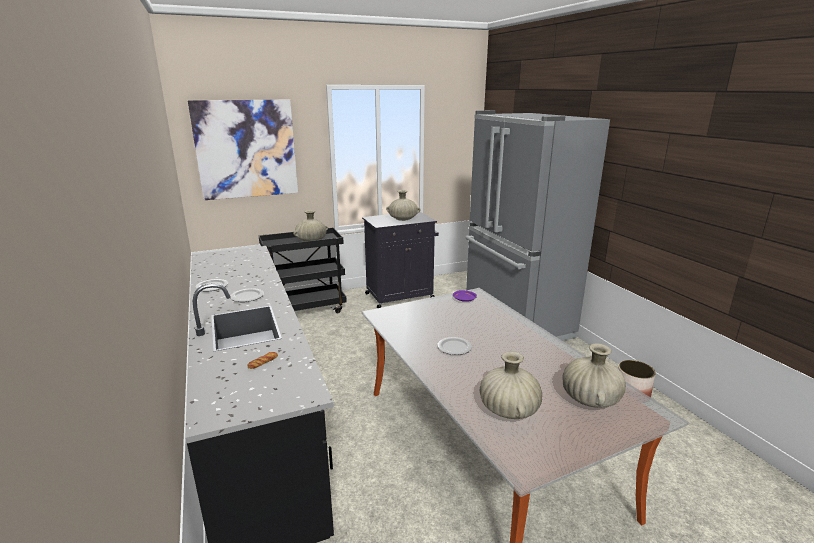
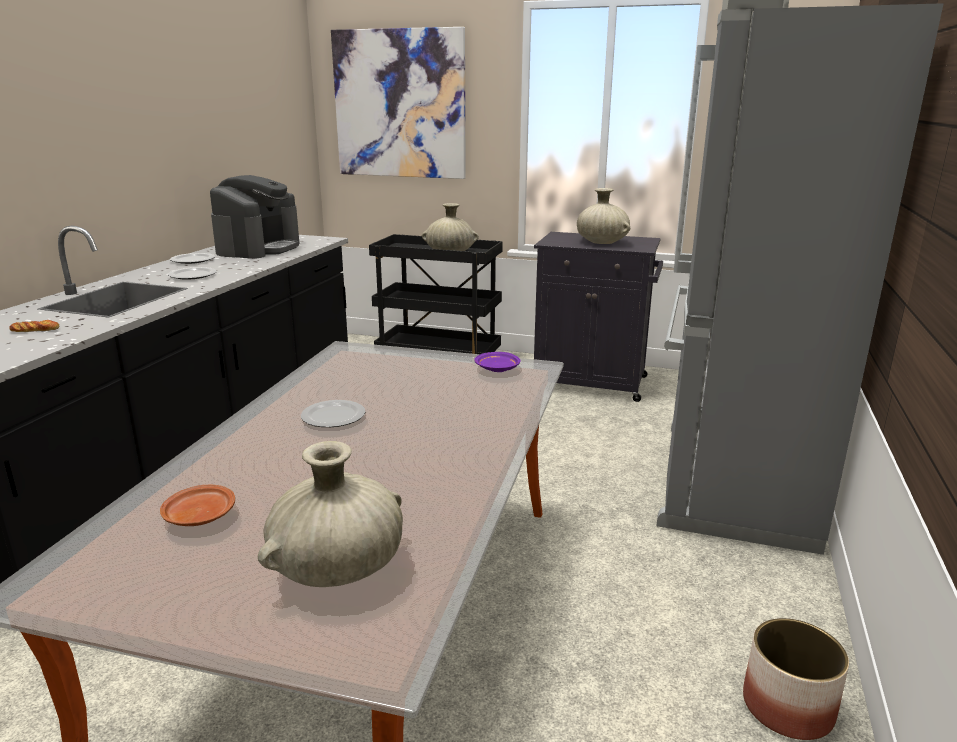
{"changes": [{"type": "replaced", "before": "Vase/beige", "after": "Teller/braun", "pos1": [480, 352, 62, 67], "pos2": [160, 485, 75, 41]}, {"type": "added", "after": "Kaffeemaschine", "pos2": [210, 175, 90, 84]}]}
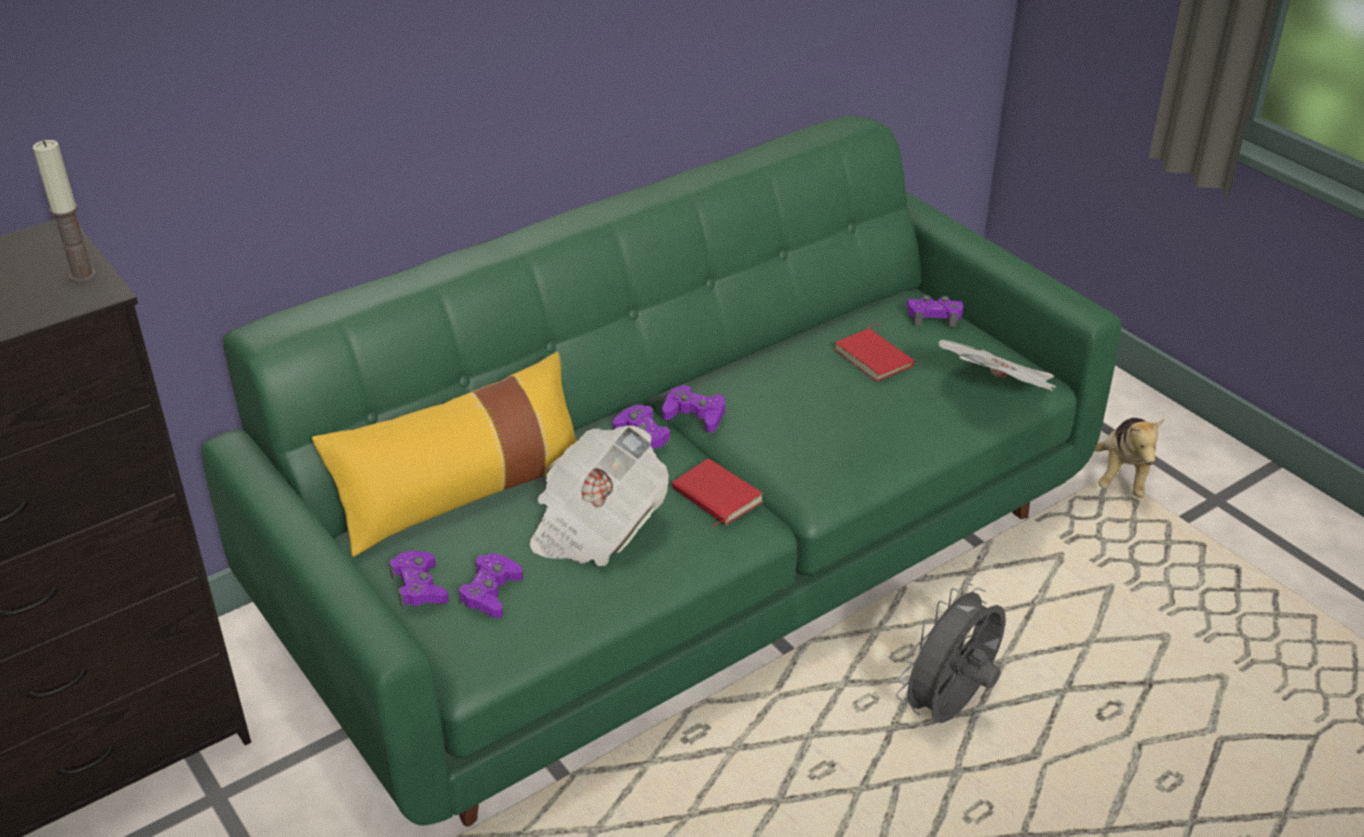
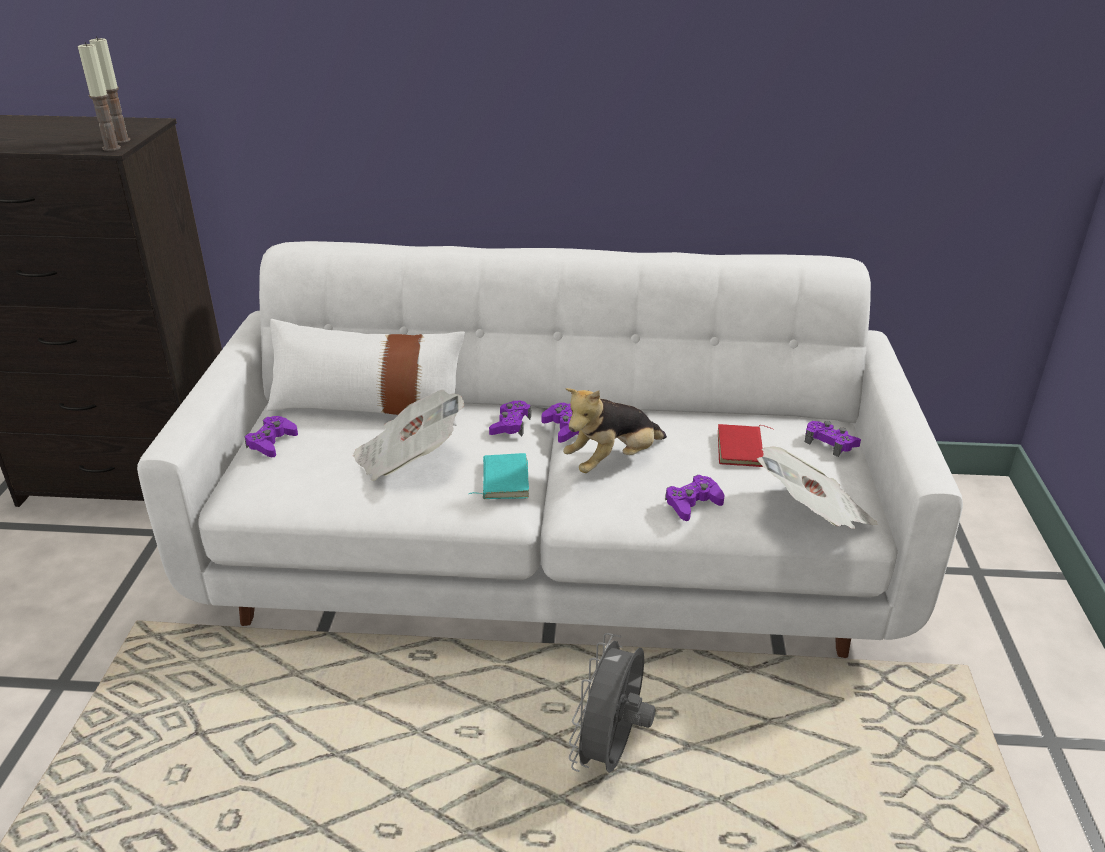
{"changes": [{"type": "recoloured", "before": "Sofa/grün", "after": "Sofa/weiß", "pos1": [201, 116, 920, 711], "pos2": [137, 241, 826, 417]}, {"type": "recoloured", "before": "Kissen/gelb", "after": "Kissen/weiß", "pos1": [312, 352, 265, 205], "pos2": [267, 319, 198, 107]}, {"type": "moved", "before": "Plüschtier", "pos1": [1095, 418, 70, 80], "pos2": [563, 388, 104, 85]}, {"type": "recoloured", "before": "Buch/rot", "after": "Buch/türkis", "pos1": [672, 459, 91, 69], "pos2": [469, 453, 60, 46]}, {"type": "moved", "before": "Gamepad/lila", "pos1": [458, 554, 65, 64], "pos2": [665, 475, 60, 46]}, {"type": "turned", "before": "Ventilator/grau", "pos1": [896, 582, 110, 141], "pos2": [569, 633, 87, 140], "turn": -60}, {"type": "added", "after": "Kerze", "pos2": [78, 42, 43, 109]}]}
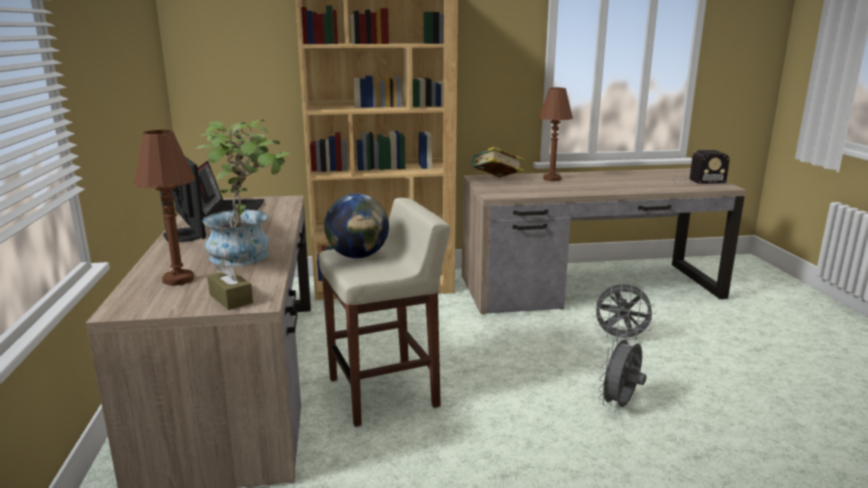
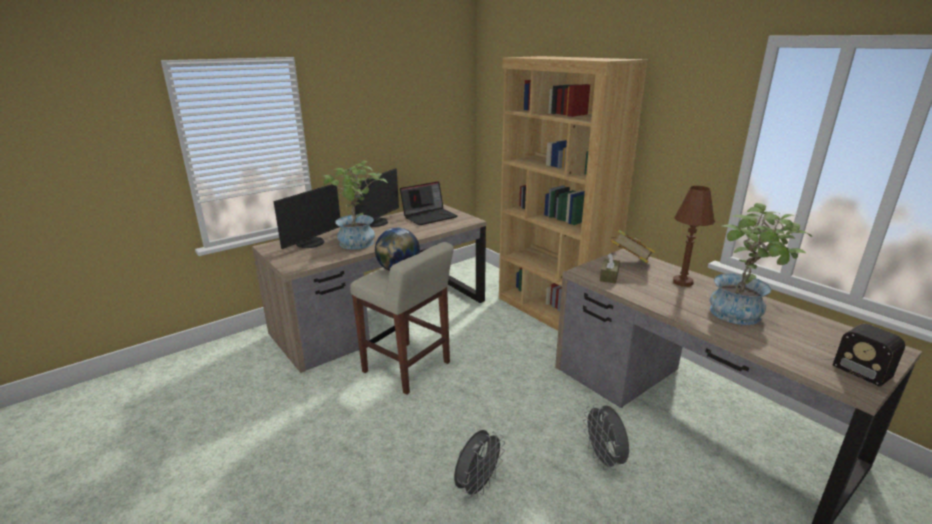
{"changes": [{"type": "replaced", "before": "Tischlampe/braun", "after": "Monitor", "pos1": [134, 130, 61, 156], "pos2": [273, 184, 67, 65]}, {"type": "moved", "before": "Taschentuchbox/braun", "pos1": [207, 260, 46, 50], "pos2": [600, 253, 20, 30]}, {"type": "turned", "before": "Ventilator/grau", "pos1": [598, 335, 48, 72], "pos2": [454, 430, 51, 69], "turn": 120}, {"type": "added", "after": "Topfpflanze", "pos2": [710, 203, 102, 122]}]}
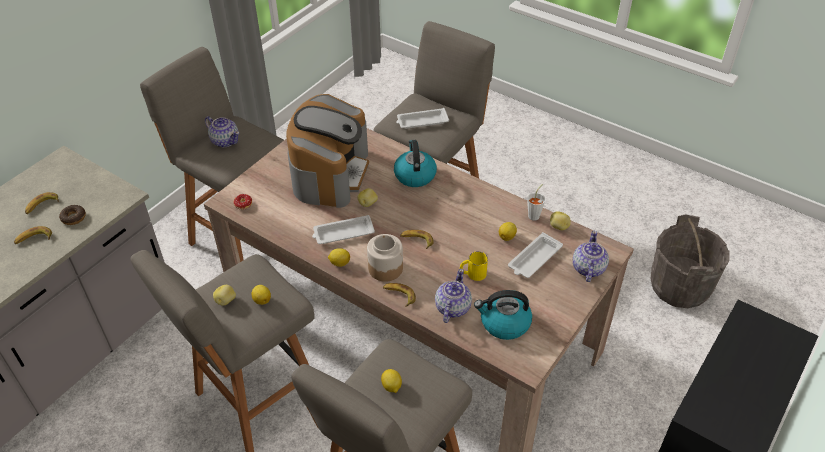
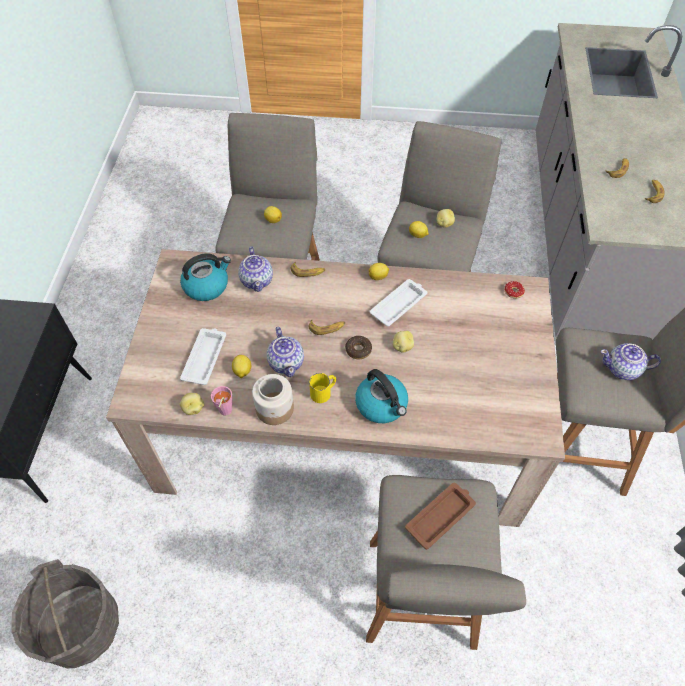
{"changes": [{"type": "removed", "before": "Kaffeemaschine", "pos1": [286, 94, 83, 114]}, {"type": "recoloured", "before": "Tablett/weiß", "after": "Tablett/braun", "pos1": [396, 108, 53, 21], "pos2": [405, 483, 71, 66]}, {"type": "recoloured", "before": "Tasse/weiß", "after": "Tasse/rosa", "pos1": [527, 184, 18, 37], "pos2": [211, 386, 22, 29]}, {"type": "moved", "before": "Donut", "pos1": [59, 205, 27, 20], "pos2": [345, 336, 27, 23]}, {"type": "moved", "before": "Teekanne", "pos1": [573, 231, 36, 51], "pos2": [267, 327, 37, 50]}, {"type": "moved", "before": "Vorratsglas", "pos1": [367, 234, 36, 48], "pos2": [252, 374, 42, 51]}, {"type": "moved", "before": "Henkelbecher/gelb", "pos1": [460, 251, 28, 30], "pos2": [309, 373, 27, 30]}]}
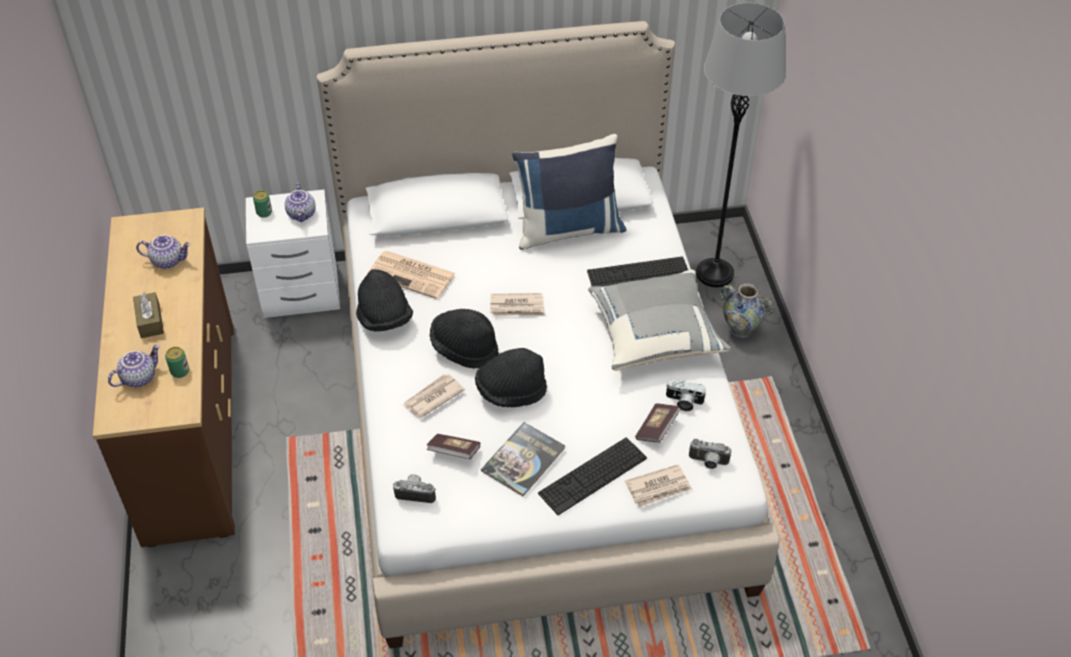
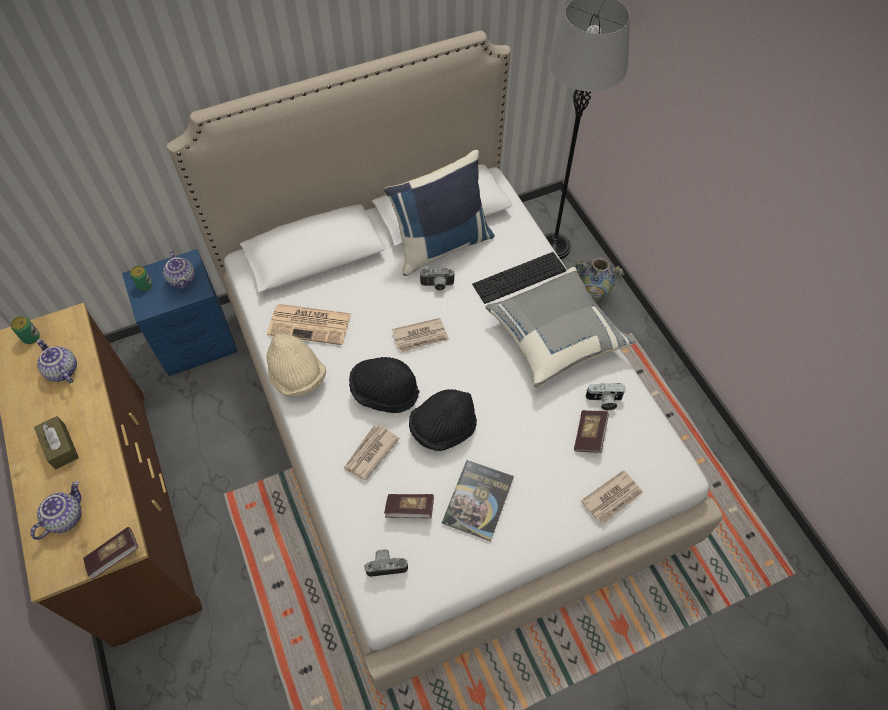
{"changes": [{"type": "recoloured", "before": "Nachttisch/weiß", "after": "Nachttisch/blau", "pos1": [246, 190, 94, 128], "pos2": [122, 249, 116, 127]}, {"type": "turned", "before": "Teekanne", "pos1": [136, 235, 55, 34], "pos2": [37, 339, 40, 44], "turn": -120}, {"type": "recoloured", "before": "Hut/schwarz", "after": "Hut/beige", "pos1": [356, 269, 57, 63], "pos2": [266, 334, 60, 63]}, {"type": "moved", "before": "Dose", "pos1": [165, 347, 24, 31], "pos2": [11, 316, 29, 28]}, {"type": "removed", "before": "Tastatur", "pos1": [538, 437, 109, 78]}, {"type": "moved", "before": "Kamera", "pos1": [689, 439, 42, 30], "pos2": [420, 268, 35, 23]}, {"type": "added", "after": "Buch", "pos2": [83, 527, 56, 52]}]}
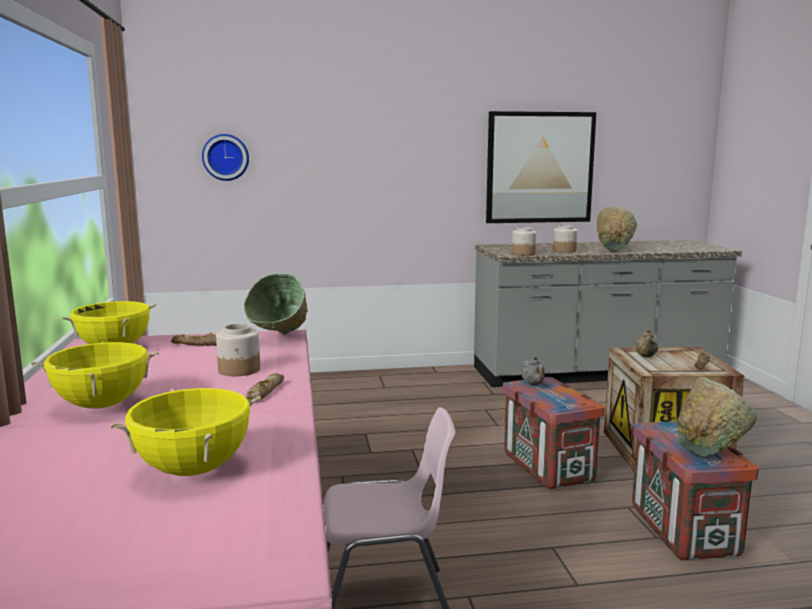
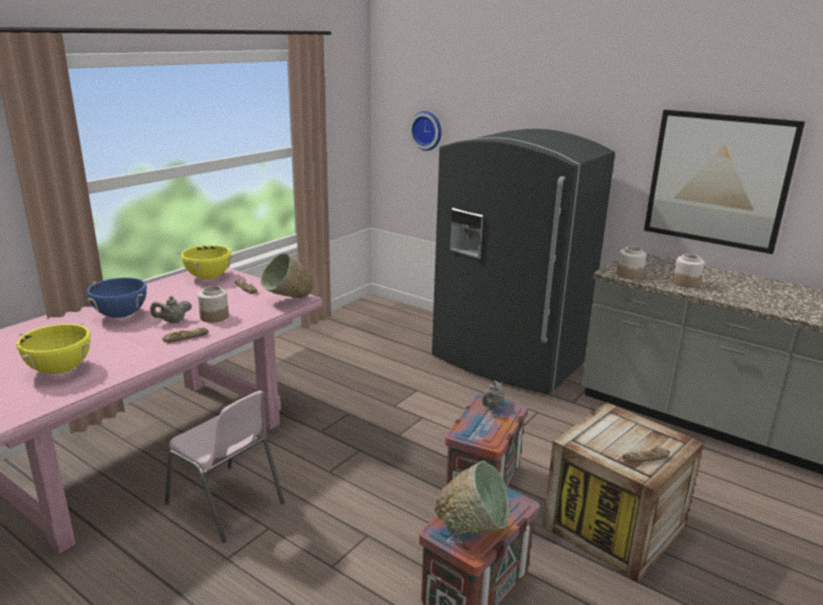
{"changes": [{"type": "removed", "before": "Schüssel/grün", "pos1": [597, 206, 40, 46]}, {"type": "moved", "before": "Teekanne/beige", "pos1": [635, 329, 23, 28], "pos2": [150, 296, 42, 27]}, {"type": "recoloured", "before": "Kochtopf/gelb", "after": "Kochtopf/blau", "pos1": [31, 342, 129, 66], "pos2": [87, 277, 60, 41]}, {"type": "added", "after": "Kühlschrank/grau", "pos2": [432, 129, 183, 265]}]}
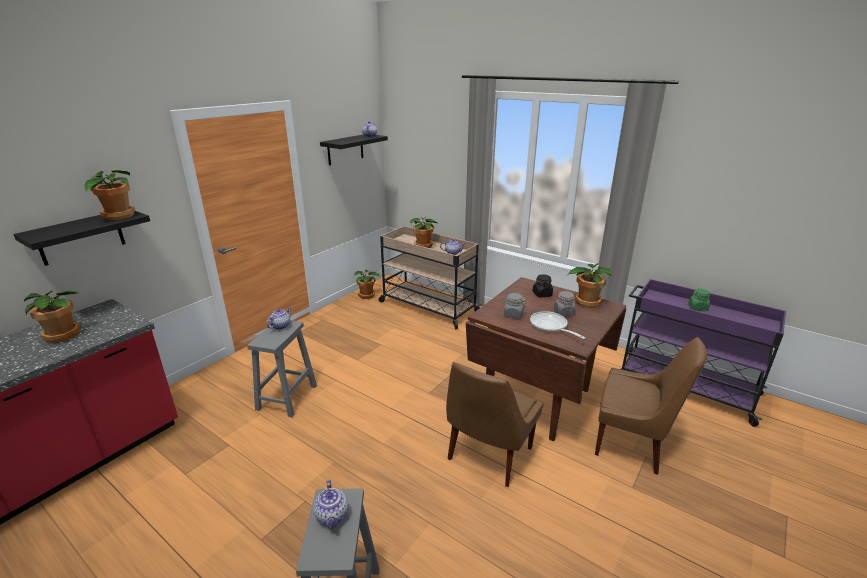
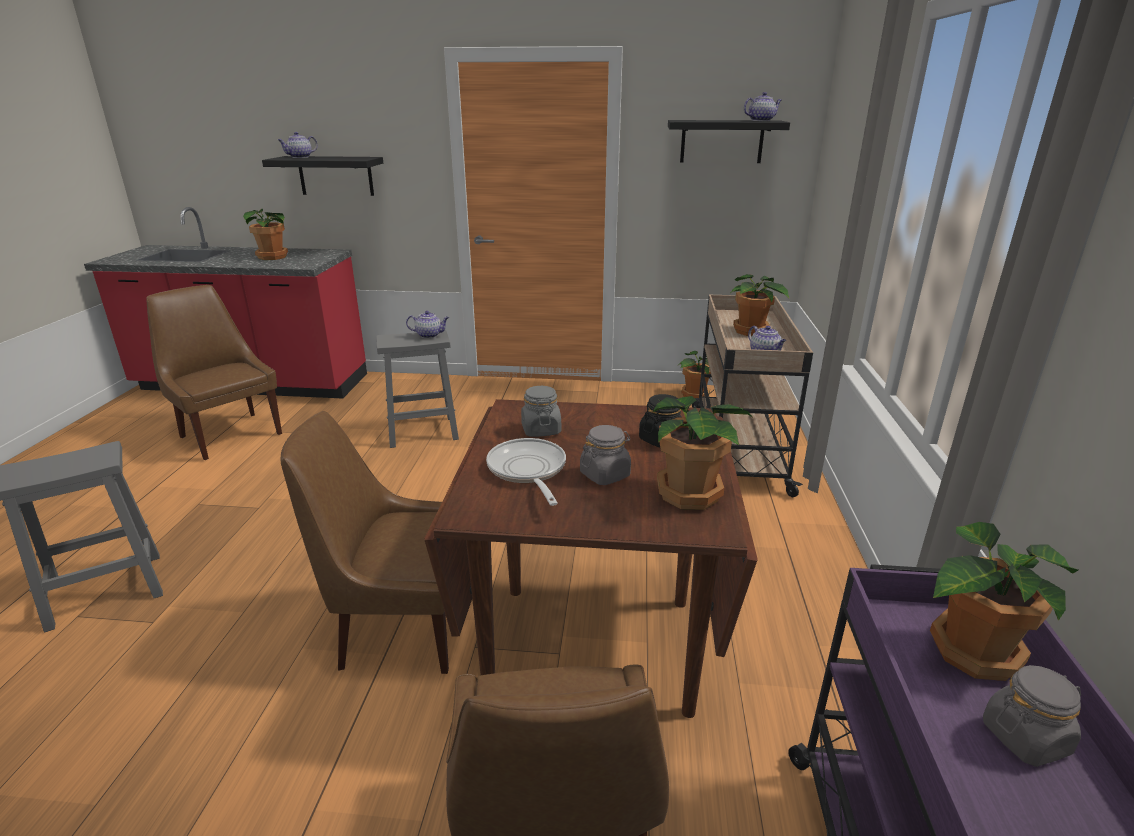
{"changes": [{"type": "moved", "before": "Topfpflanze", "pos1": [84, 170, 51, 50], "pos2": [930, 522, 148, 159]}, {"type": "recoloured", "before": "Vorratsglas/grün", "after": "Vorratsglas/grau", "pos1": [688, 288, 22, 23], "pos2": [983, 665, 98, 102]}, {"type": "turned", "before": "Pfanne", "pos1": [530, 311, 55, 28], "pos2": [486, 438, 80, 68], "turn": -45}, {"type": "moved", "before": "Teekanne", "pos1": [313, 480, 35, 49], "pos2": [278, 132, 40, 26]}, {"type": "added", "after": "Stuhl/braun", "pos2": [147, 285, 135, 175]}]}
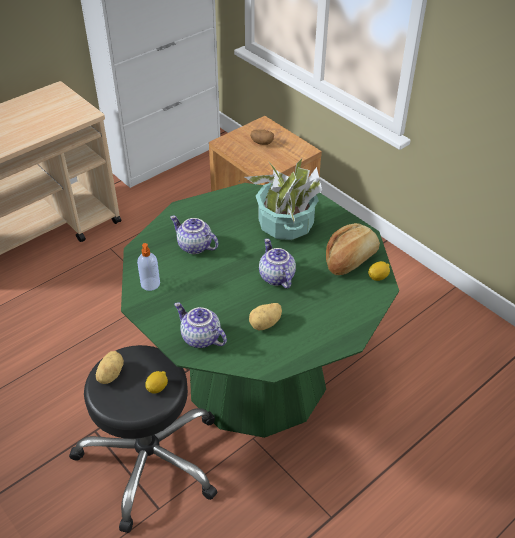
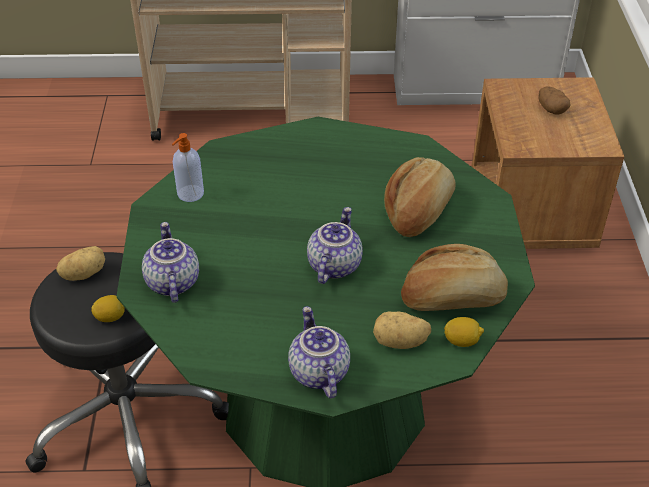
{"changes": [{"type": "replaced", "before": "Topfpflanze", "after": "Brot", "pos1": [245, 158, 77, 82], "pos2": [384, 157, 72, 80]}, {"type": "moved", "before": "Teekanne", "pos1": [170, 215, 48, 39], "pos2": [288, 306, 62, 93]}, {"type": "moved", "before": "Kartoffel", "pos1": [249, 303, 33, 27], "pos2": [373, 312, 58, 37]}]}
